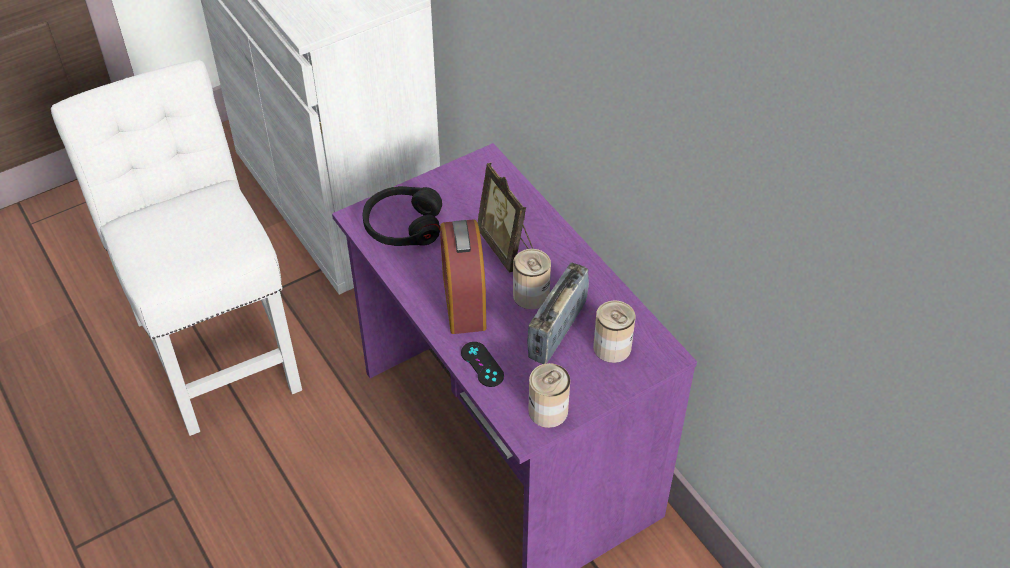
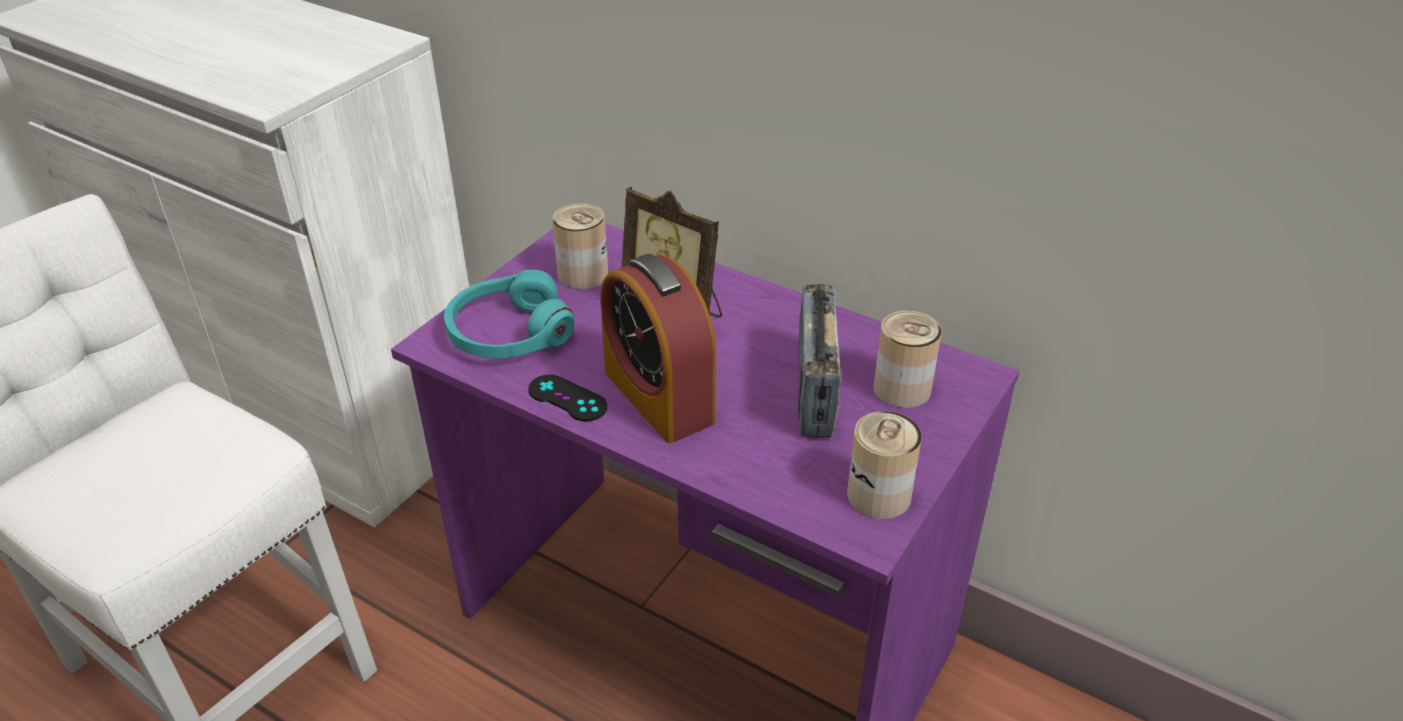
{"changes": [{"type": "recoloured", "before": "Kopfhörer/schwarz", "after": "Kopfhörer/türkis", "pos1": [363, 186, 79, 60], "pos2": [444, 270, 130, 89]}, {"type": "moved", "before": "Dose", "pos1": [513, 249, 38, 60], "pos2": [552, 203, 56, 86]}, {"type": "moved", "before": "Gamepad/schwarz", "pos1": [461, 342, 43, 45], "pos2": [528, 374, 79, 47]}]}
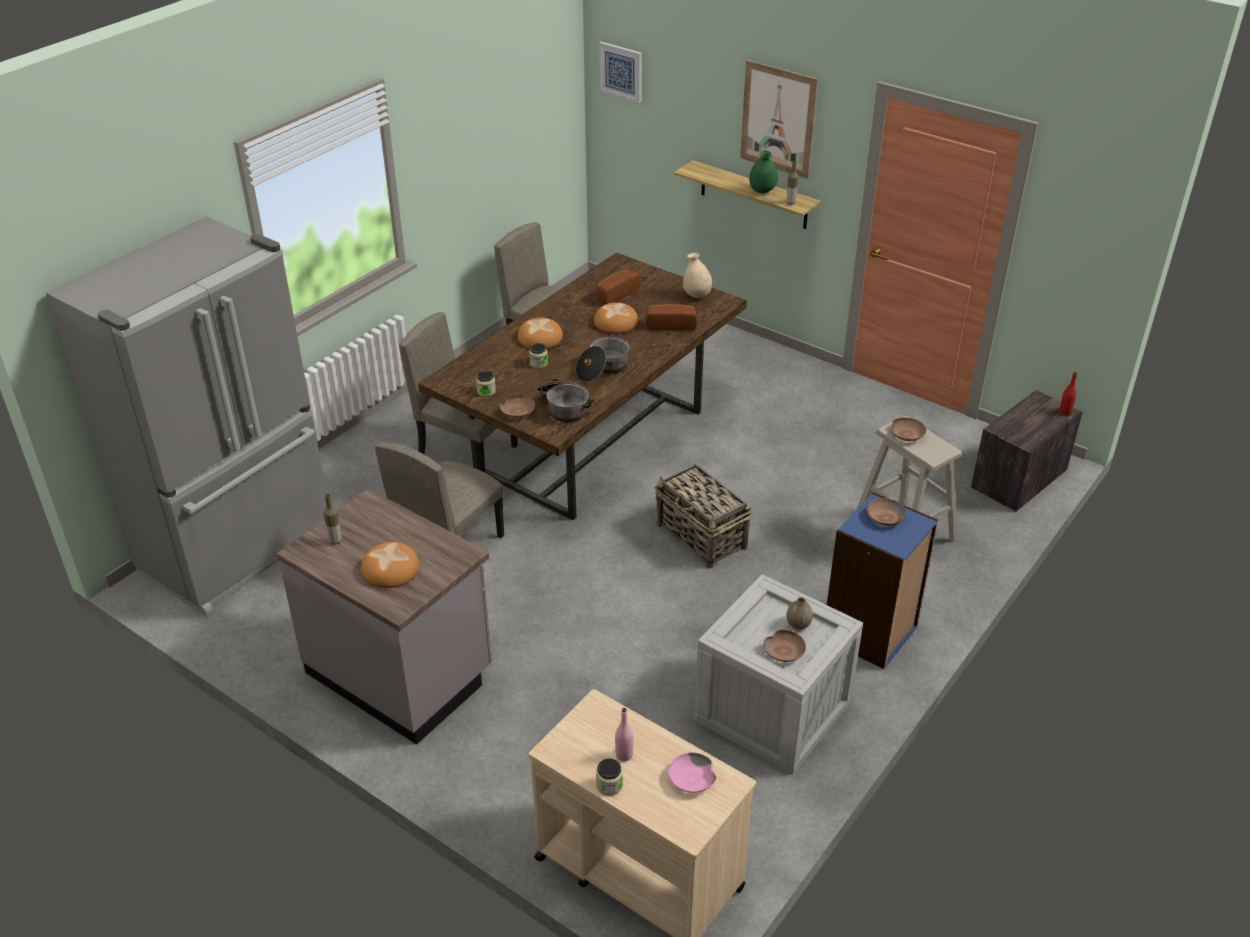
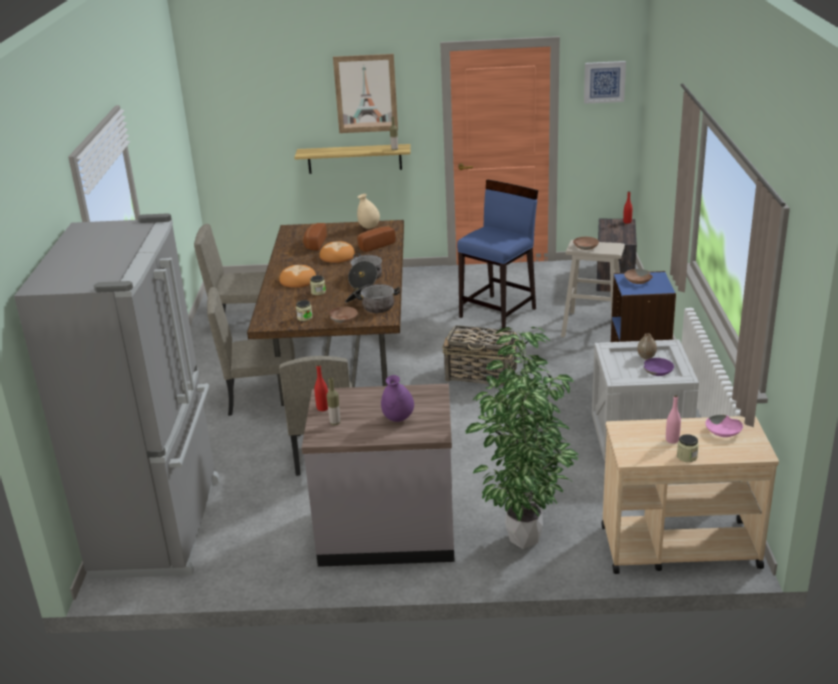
{"changes": [{"type": "moved", "before": "Bild", "pos1": [599, 42, 43, 61], "pos2": [584, 61, 42, 43]}, {"type": "removed", "before": "Vase/grün", "pos1": [749, 150, 29, 43]}, {"type": "replaced", "before": "Brot", "after": "Vase/lila", "pos1": [361, 542, 59, 46], "pos2": [381, 375, 33, 47]}, {"type": "recoloured", "before": "Schüssel/braun", "after": "Schüssel/lila", "pos1": [763, 630, 43, 32], "pos2": [643, 358, 31, 18]}, {"type": "added", "after": "Hocker/blau", "pos2": [457, 180, 81, 148]}, {"type": "added", "after": "Topfpflanze", "pos2": [465, 327, 114, 222]}, {"type": "added", "after": "Flasche/rot", "pos2": [314, 364, 14, 47]}]}
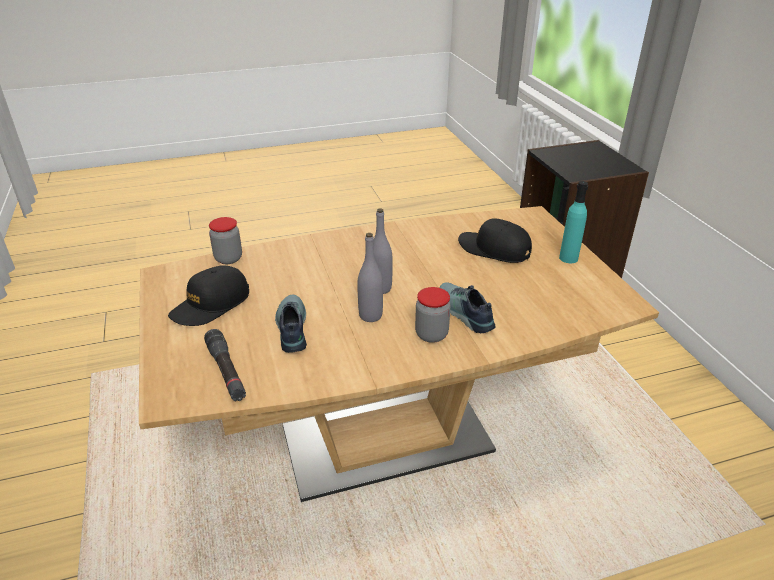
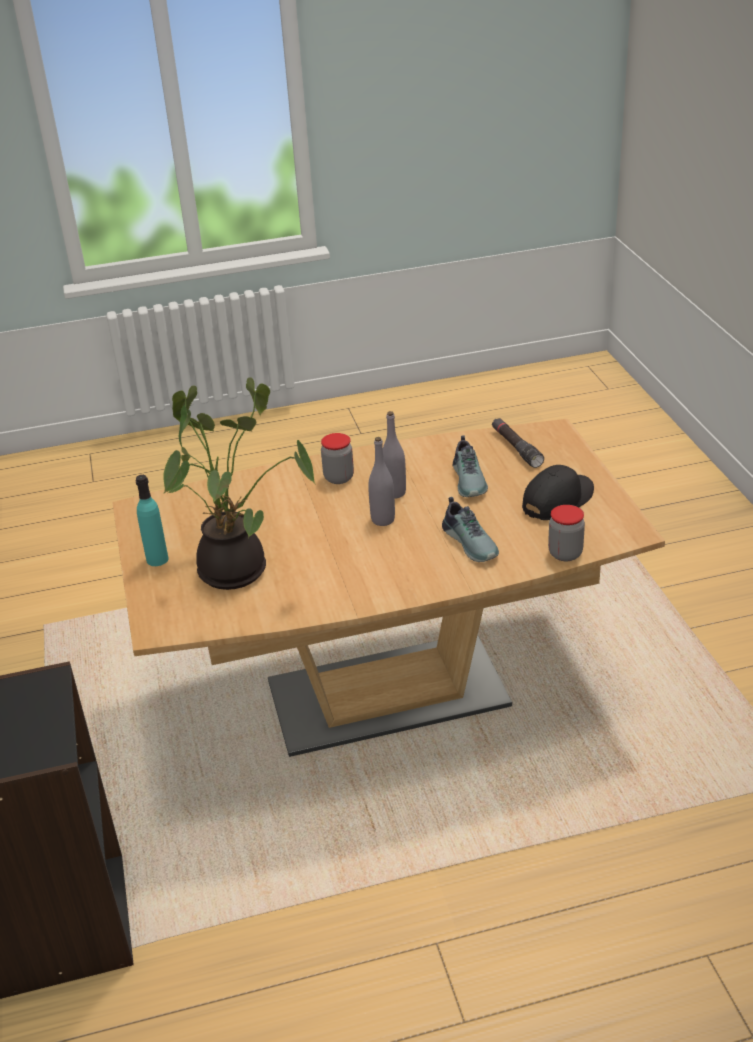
{"changes": [{"type": "replaced", "before": "Kappe/schwarz", "after": "Topfpflanze", "pos1": [458, 219, 74, 44], "pos2": [163, 377, 153, 213]}, {"type": "moved", "before": "Schuh", "pos1": [440, 283, 56, 50], "pos2": [442, 497, 57, 65]}]}
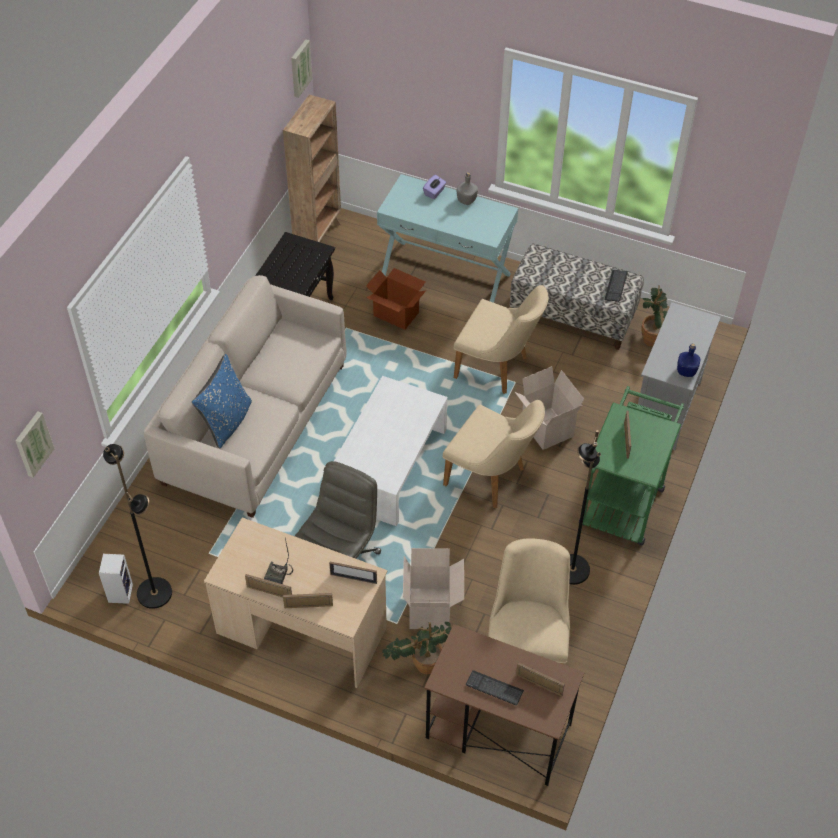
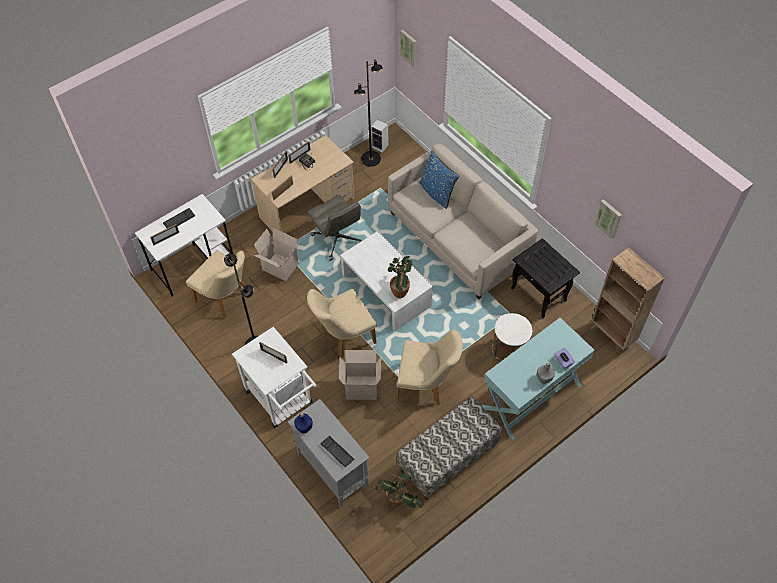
{"changes": [{"type": "moved", "before": "Bild", "pos1": [291, 39, 21, 59], "pos2": [594, 199, 28, 40]}, {"type": "replaced", "before": "Karton", "after": "Beistelltisch/weiß", "pos1": [366, 268, 60, 62], "pos2": [492, 313, 40, 49]}, {"type": "moved", "before": "Tastatur", "pos1": [604, 270, 24, 32], "pos2": [320, 436, 35, 31]}, {"type": "turned", "before": "Stuhl/beige", "pos1": [453, 285, 95, 109], "pos2": [397, 329, 66, 76], "turn": -135}, {"type": "recoloured", "before": "Rollwagen/grün", "after": "Rollwagen/weiß", "pos1": [579, 386, 105, 159], "pos2": [232, 327, 84, 101]}, {"type": "moved", "before": "Topfpflanze", "pos1": [382, 622, 70, 53], "pos2": [388, 256, 24, 42]}, {"type": "recoloured", "before": "Schreibtisch/braun", "after": "Schreibtisch/weiß", "pos1": [424, 624, 161, 162], "pos2": [135, 194, 98, 102]}]}
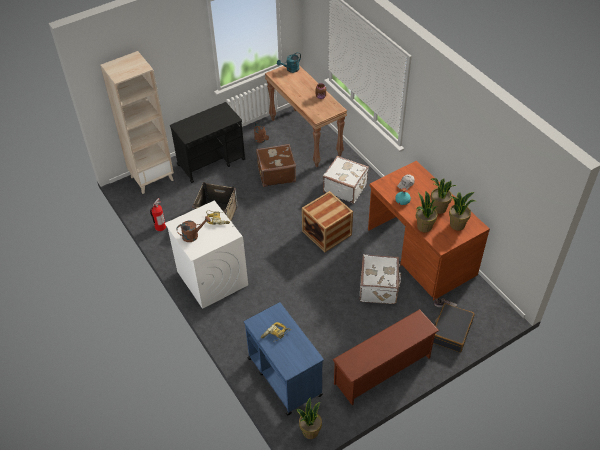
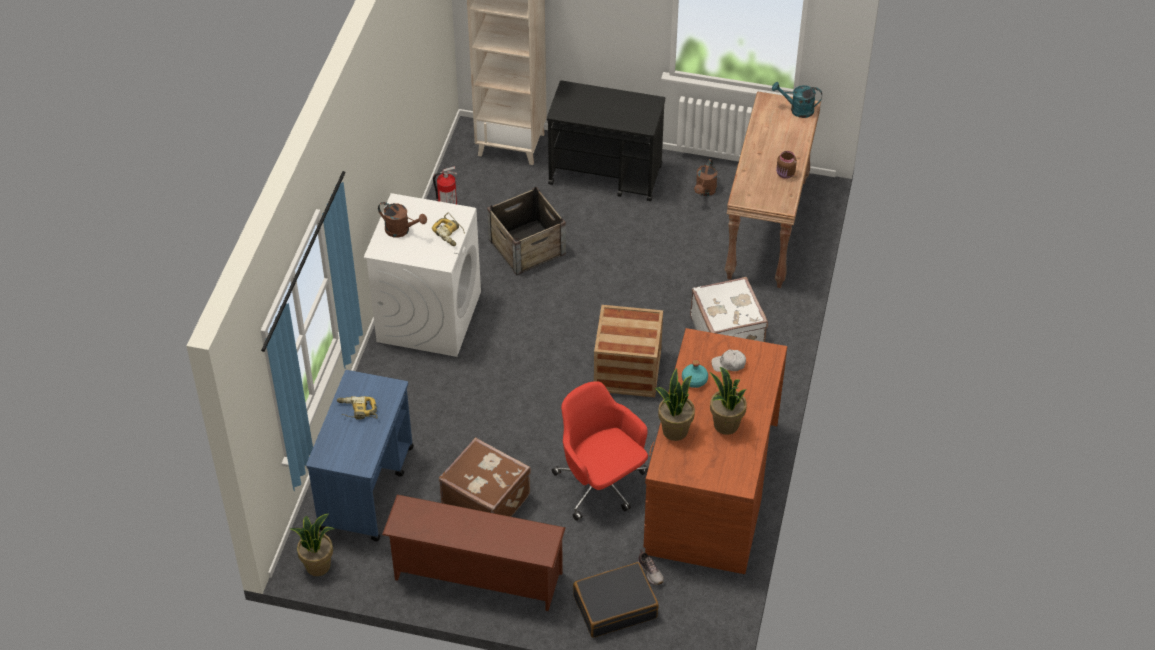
{"changes": [{"type": "moved", "before": "Koffer/braun", "pos1": [256, 144, 40, 43], "pos2": [439, 437, 92, 80]}, {"type": "removed", "before": "Topfpflanze", "pos1": [449, 192, 28, 38]}, {"type": "replaced", "before": "Koffer/weiß", "after": "Bürostuhl/rot", "pos1": [360, 254, 41, 50], "pos2": [552, 381, 96, 140]}]}
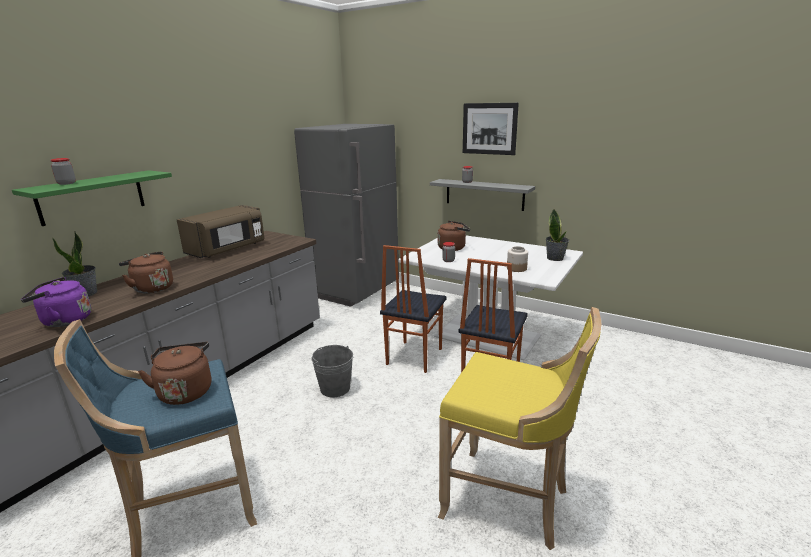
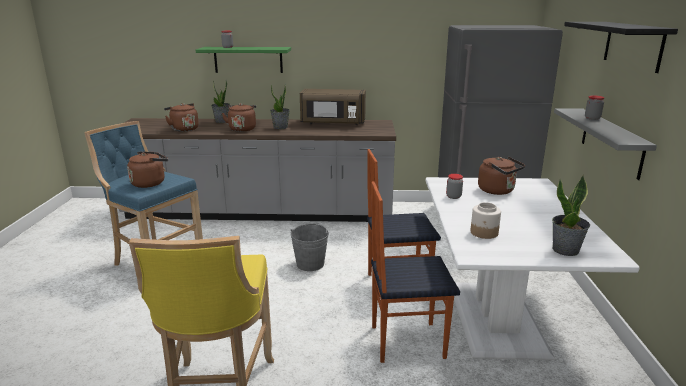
{"changes": [{"type": "replaced", "before": "Bild", "after": "Wandregal/schwarz", "pos1": [463, 103, 56, 52], "pos2": [564, 22, 114, 51]}, {"type": "recoloured", "before": "Wasserkessel/lila", "after": "Wasserkessel/braun", "pos1": [21, 277, 70, 50], "pos2": [164, 103, 35, 29]}, {"type": "added", "after": "Topfpflanze", "pos2": [270, 85, 20, 44]}]}
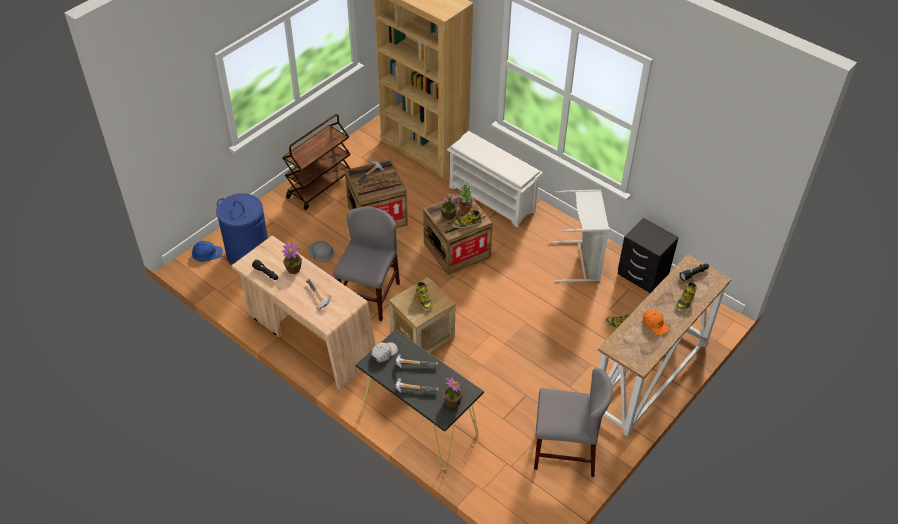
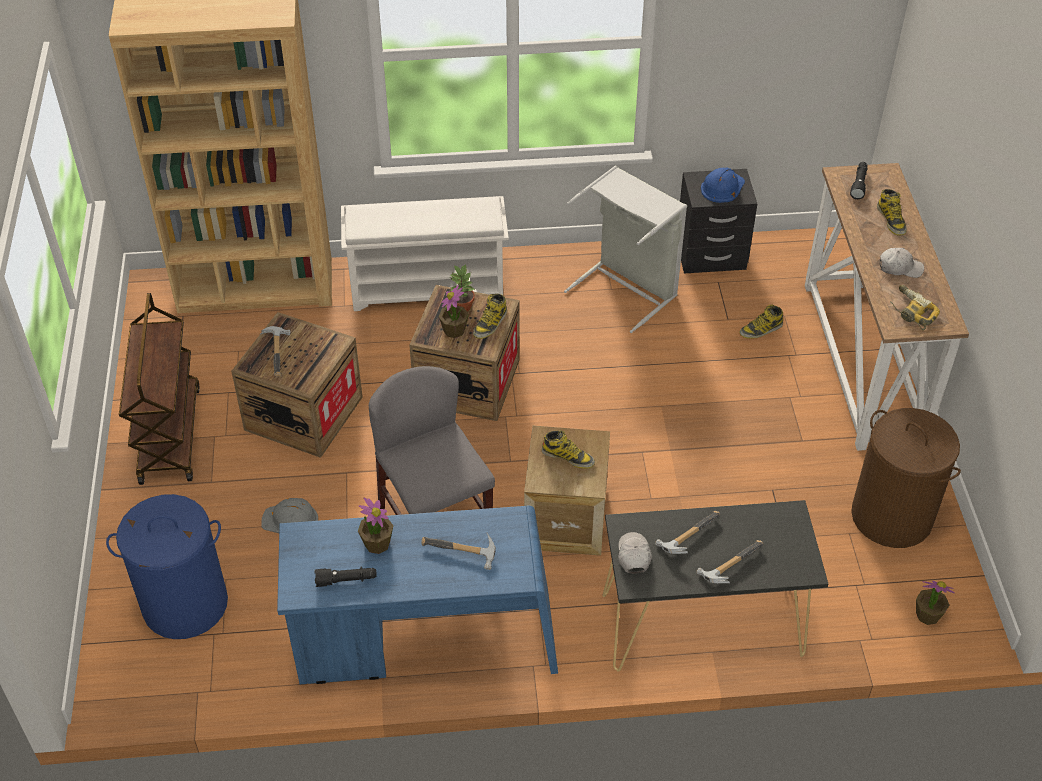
{"changes": [{"type": "recoloured", "before": "Schreibtisch/beige", "after": "Schreibtisch/blau", "pos1": [232, 235, 144, 155], "pos2": [277, 506, 281, 178]}, {"type": "moved", "before": "Schutzhelm/blau", "pos1": [192, 241, 31, 21], "pos2": [701, 168, 44, 35]}, {"type": "recoloured", "before": "Kappe/orange", "after": "Kappe/weiß", "pos1": [643, 310, 26, 25], "pos2": [880, 248, 44, 30]}, {"type": "replaced", "before": "Stuhl/grau", "after": "Wäschekorb/braun", "pos1": [534, 368, 79, 109], "pos2": [851, 408, 110, 140]}, {"type": "moved", "before": "Topfpflanze", "pos1": [442, 377, 21, 31], "pos2": [916, 581, 39, 44]}, {"type": "added", "after": "Bohrmaschine", "pos2": [890, 285, 50, 46]}]}
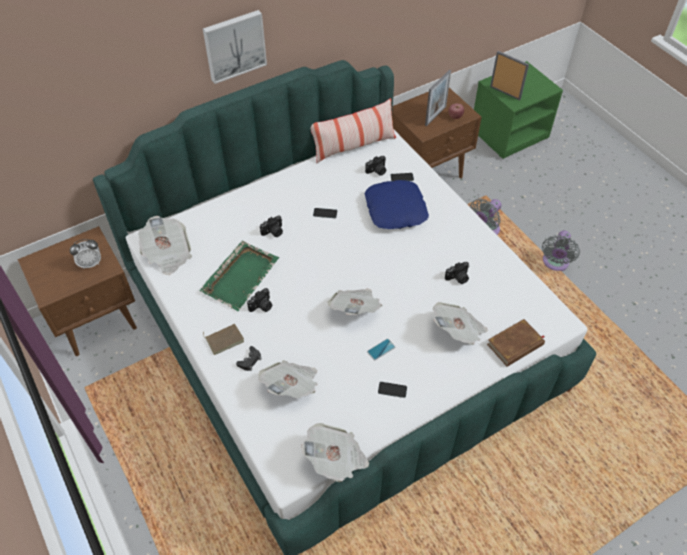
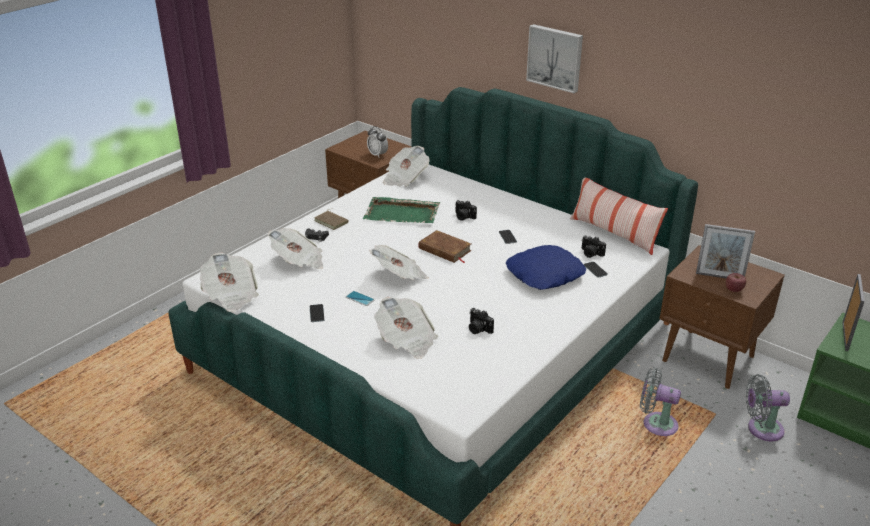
{"changes": [{"type": "moved", "before": "Ventilator/grau", "pos1": [542, 231, 38, 40], "pos2": [746, 374, 44, 67]}, {"type": "removed", "before": "Kamera", "pos1": [247, 288, 25, 24]}, {"type": "moved", "before": "Buch/braun", "pos1": [487, 319, 58, 48], "pos2": [419, 230, 52, 33]}]}
